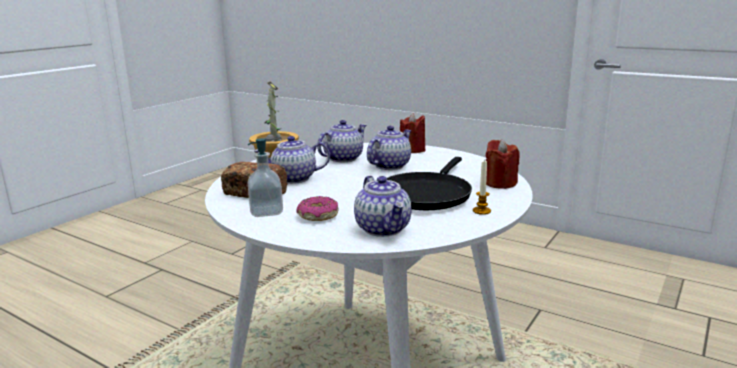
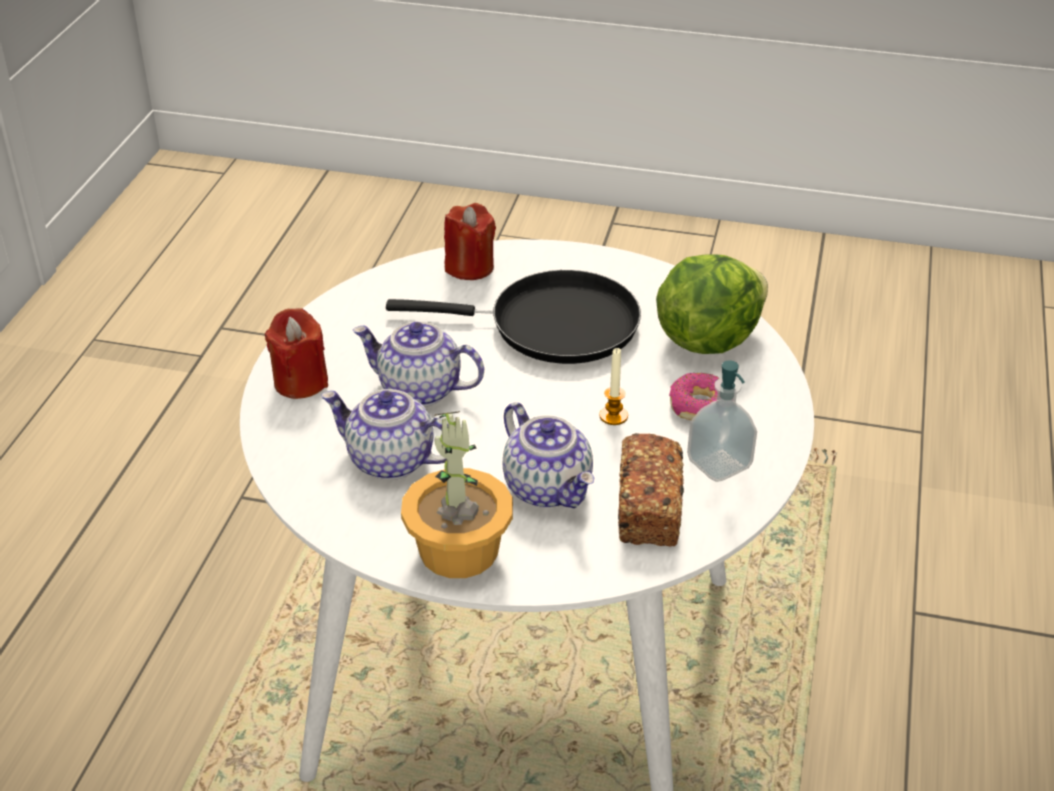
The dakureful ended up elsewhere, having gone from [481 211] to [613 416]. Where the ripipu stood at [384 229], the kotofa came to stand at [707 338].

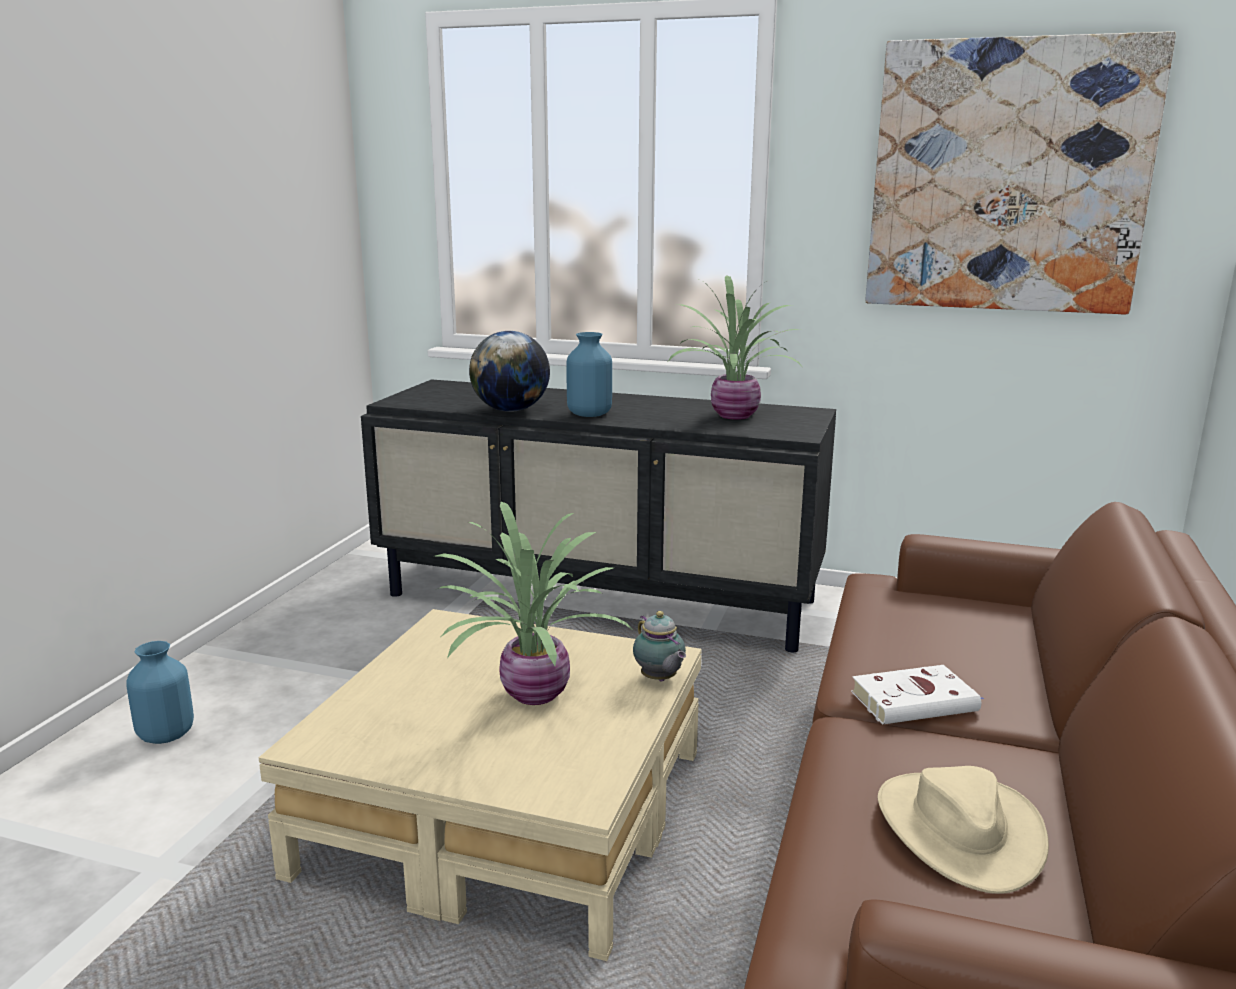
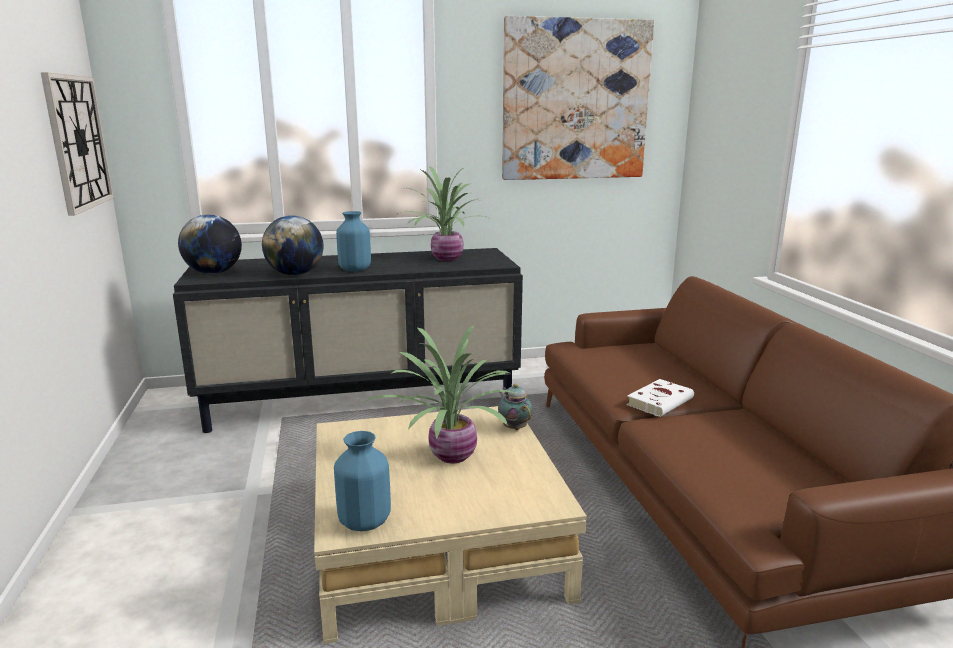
The ripipu at [659 680] ended up facing another way, 150 degrees counterclockwise from before. The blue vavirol ended up elsewhere, having gone from [167 734] to [364 521]. The second view lost the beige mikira at [958 829]. The second view gained the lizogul at [78 142]. The second view gained the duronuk at [214 273].

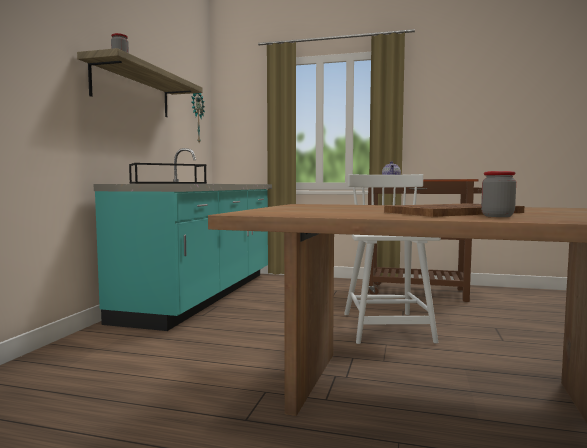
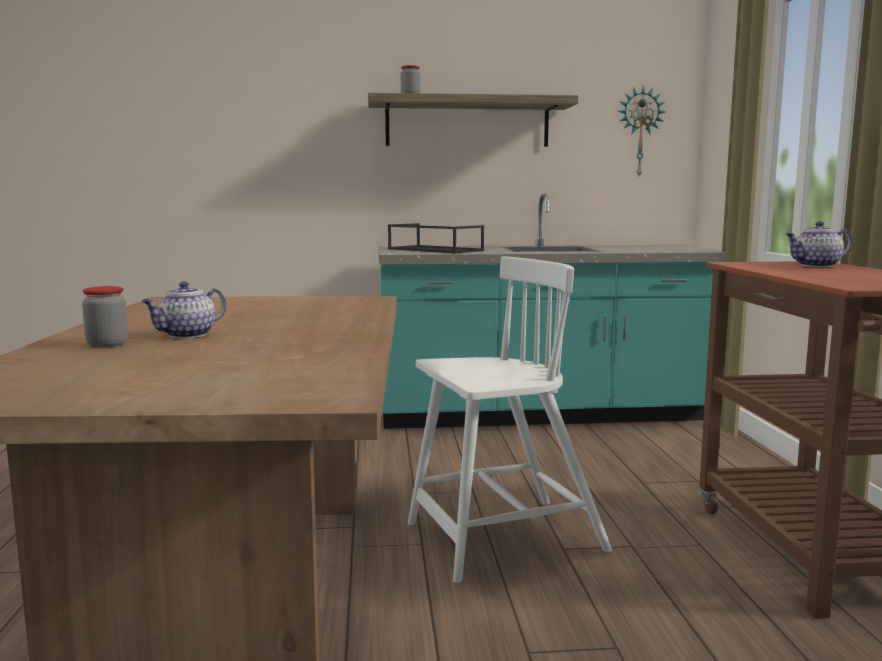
Where the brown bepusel stood at [454 212], the ripipu came to stand at [186 335].

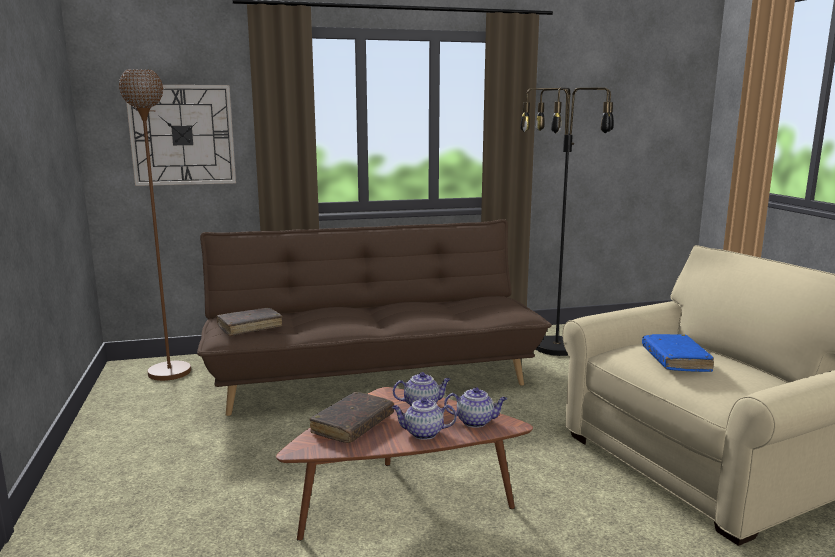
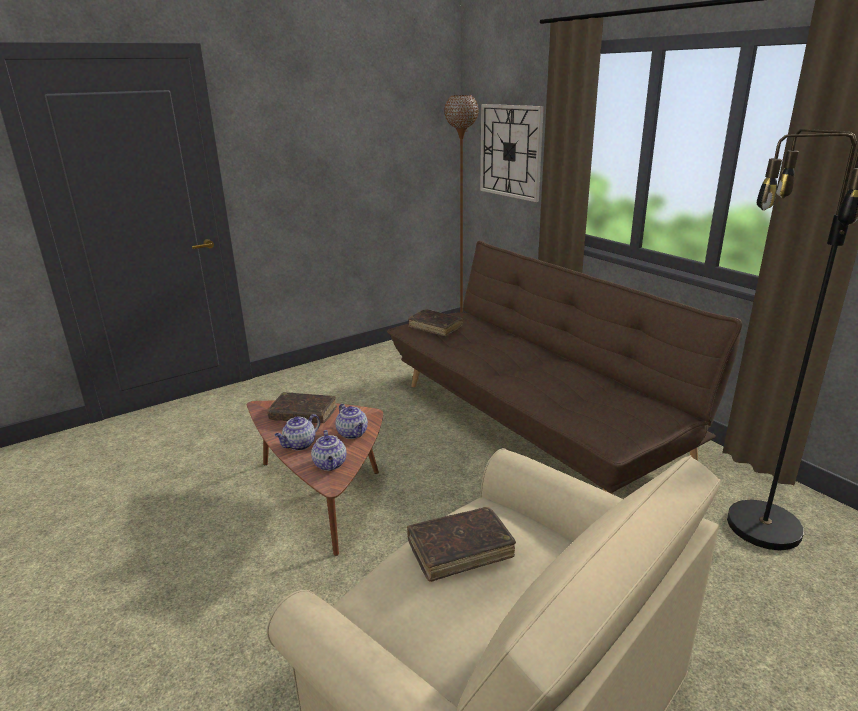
What was the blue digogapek at [675 360] turned into the brown digogapek at [460 550]. The ripipu at [423 433] ended up facing another way, 120 degrees counterclockwise from before.

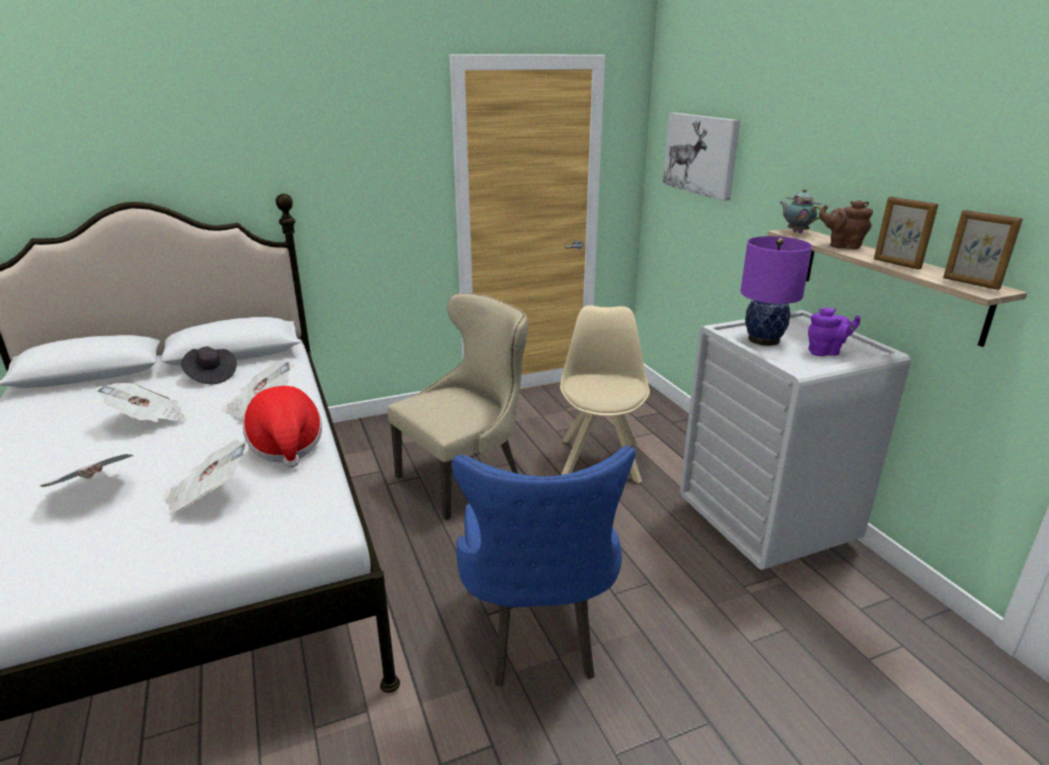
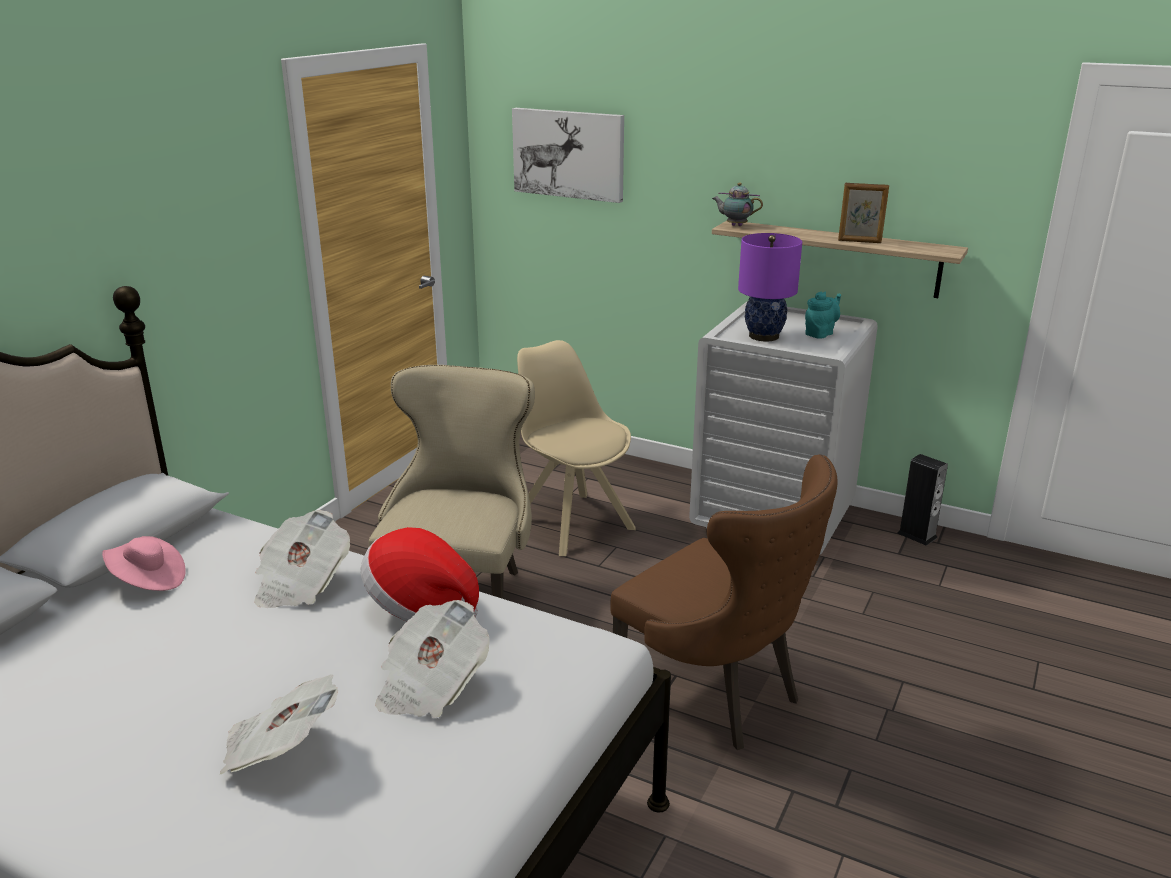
The second view lost the brown ripipu at [842 246]. The second view lost the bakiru at [970 283]. What was the purple ripipu at [826 352] turned into the turquoise ripipu at [820 333]. What was the black mikira at [211 376] turned into the pink mikira at [148 580]. The second view lost the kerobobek at [149 420]. What was the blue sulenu at [537 633] turned into the brown sulenu at [716 693]. The second view gained the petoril at [917 535].

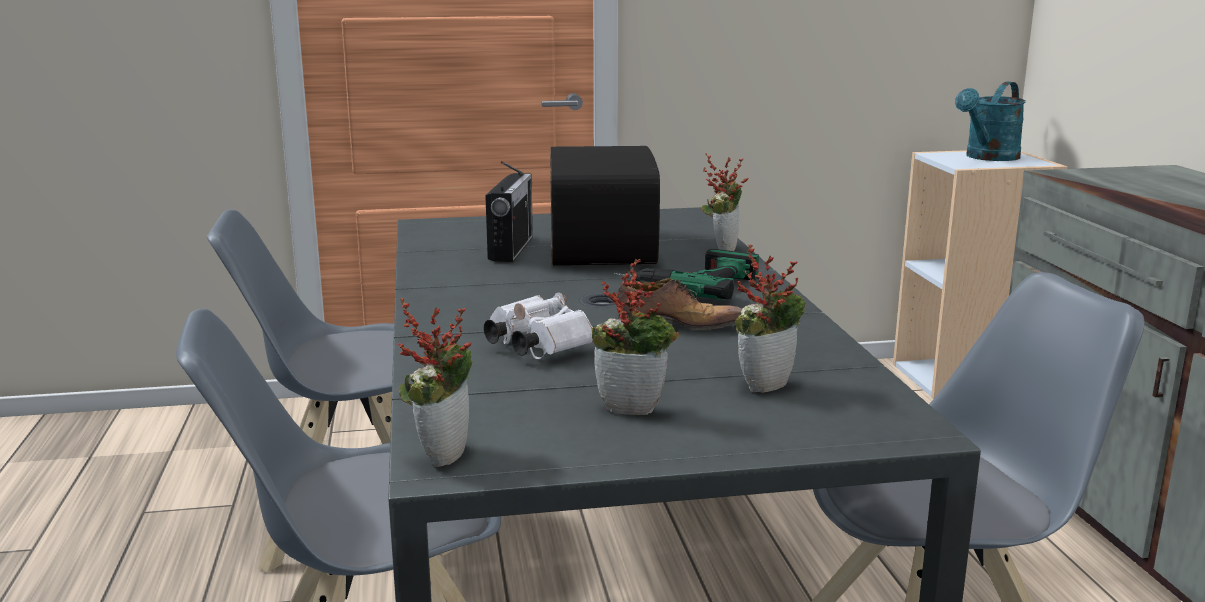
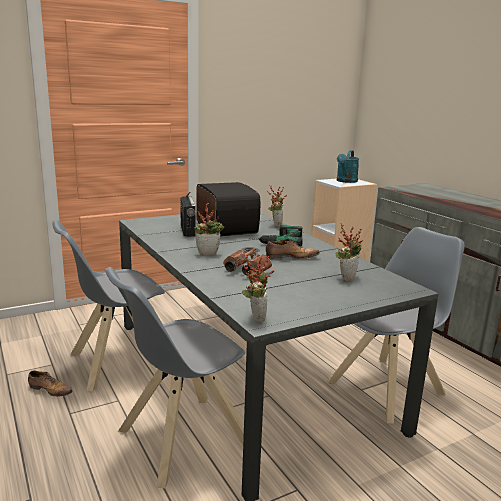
The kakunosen ended up elsewhere, having gone from [634 407] to [208 253]. What was the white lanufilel at [535 346] turned into the brown lanufilel at [244 271]. The second view gained the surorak at [50 390].

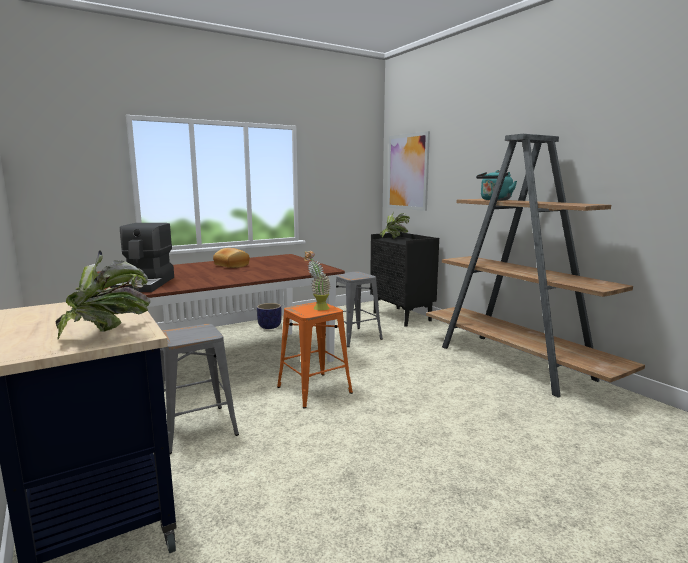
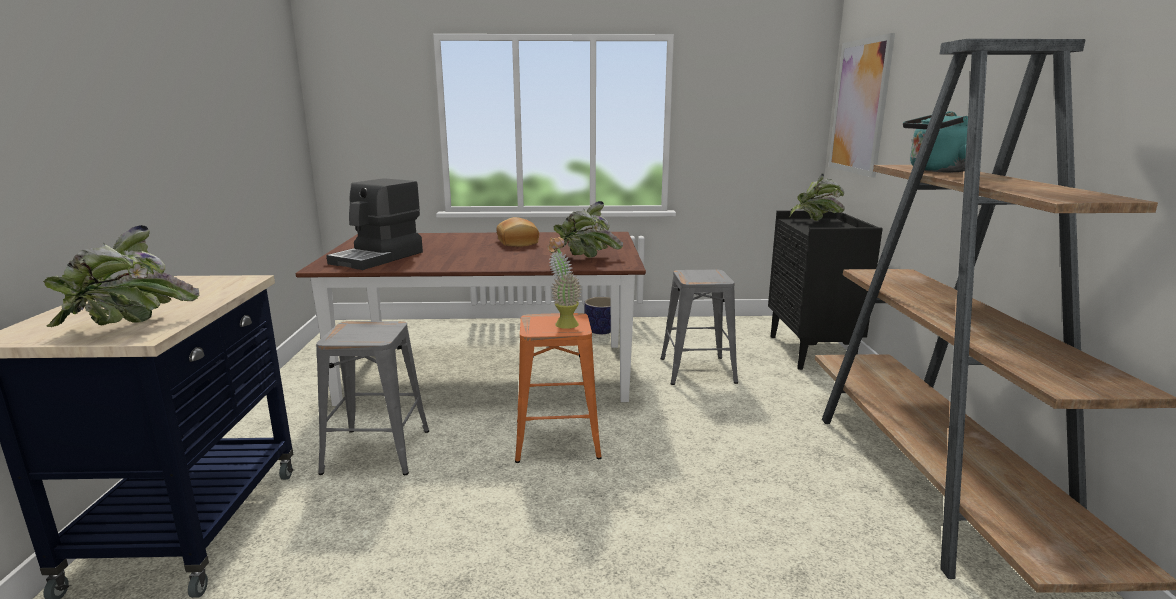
The second view gained the kakunosen at [584 258].

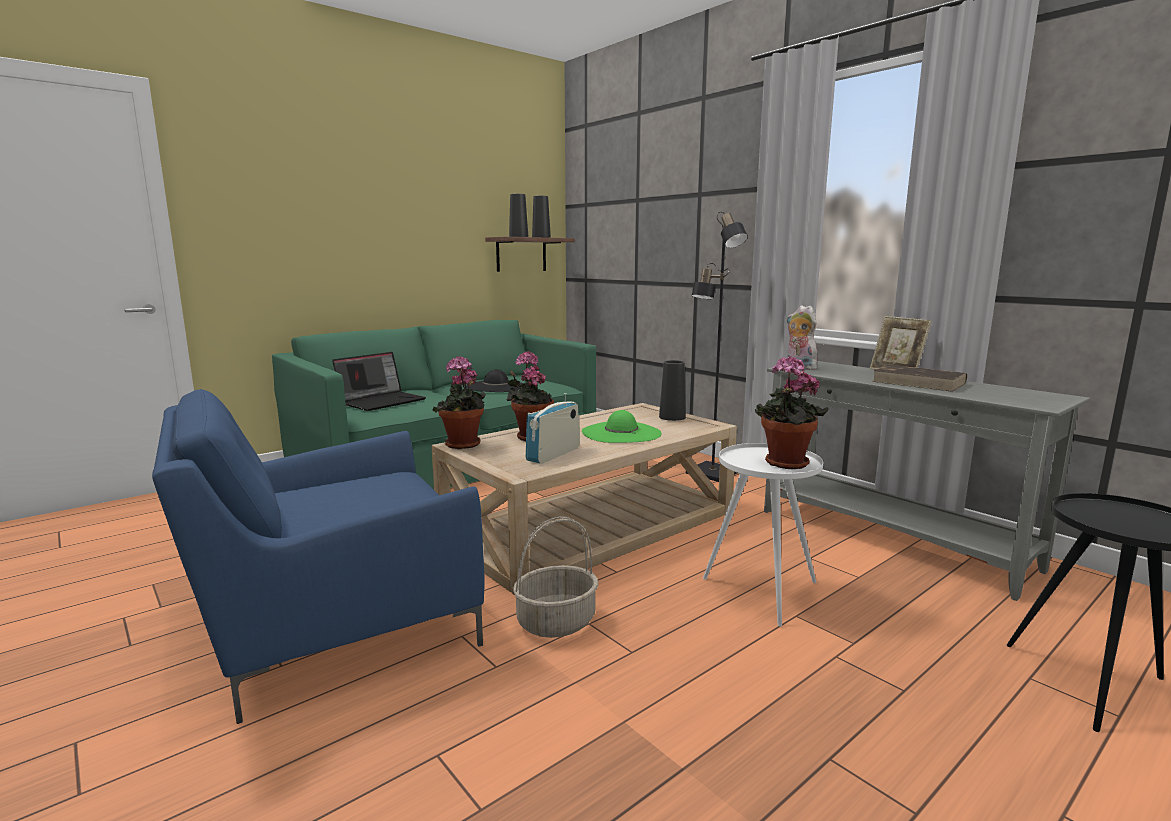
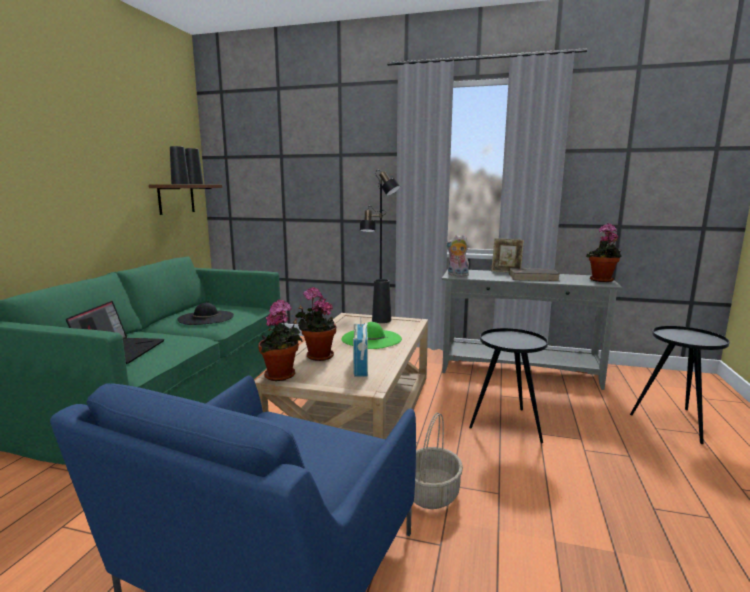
The kakunosen ended up elsewhere, having gone from [784 464] to [602 280]. What was the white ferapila at [761 592] turned into the black ferapila at [507 425].

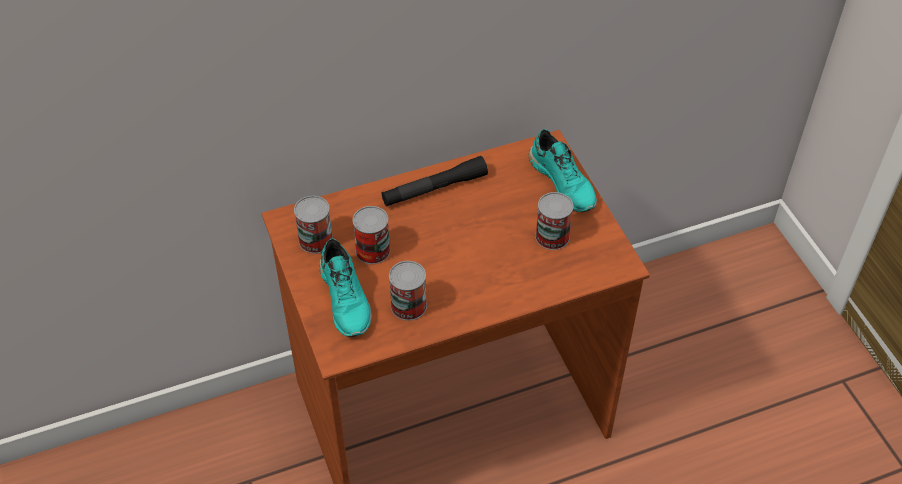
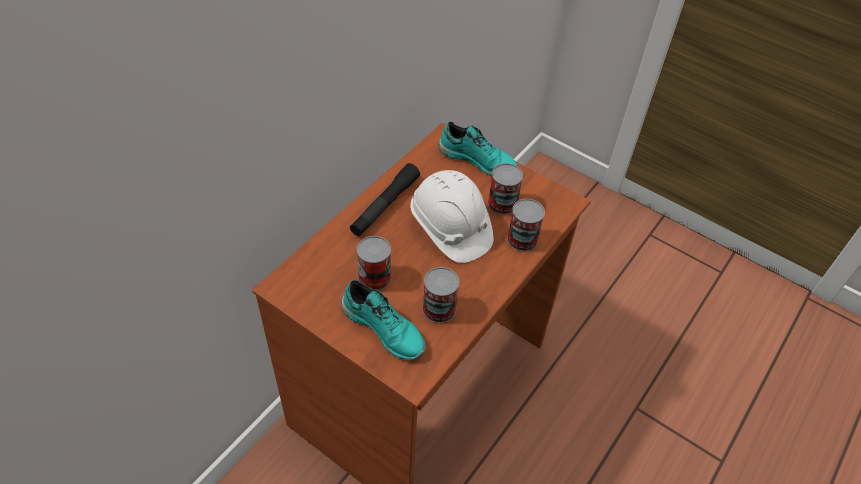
The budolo ended up elsewhere, having gone from [316 240] to [522 239]. The second view gained the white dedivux at [450 228].

